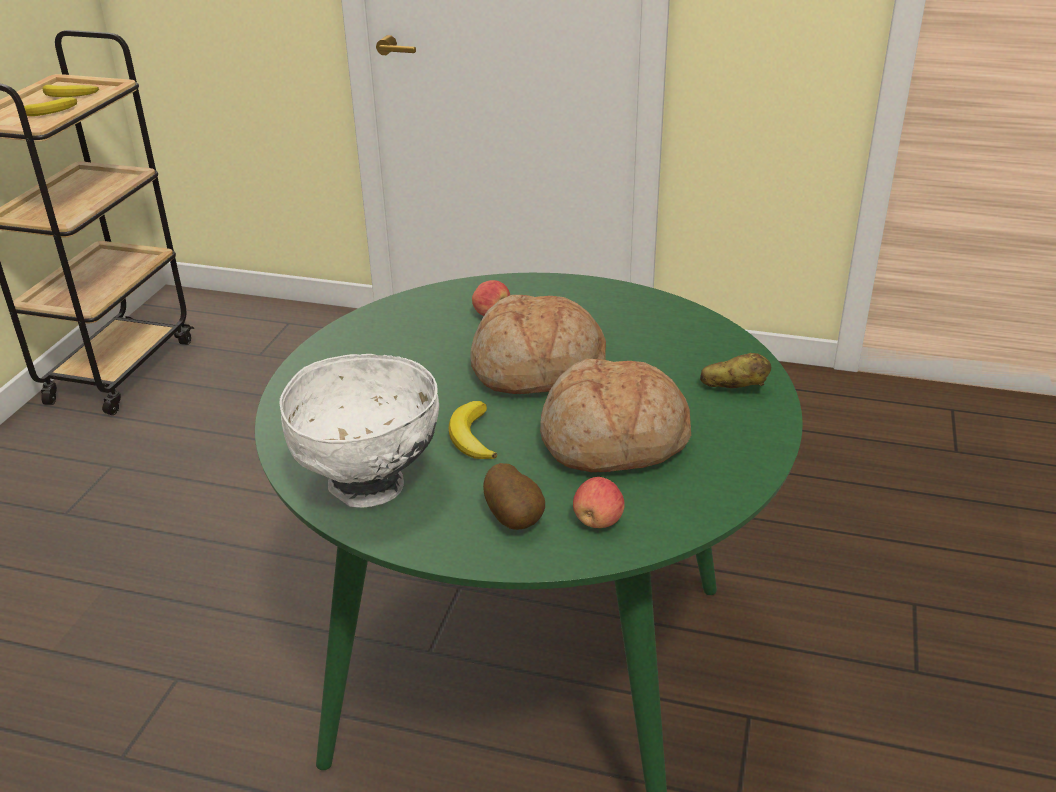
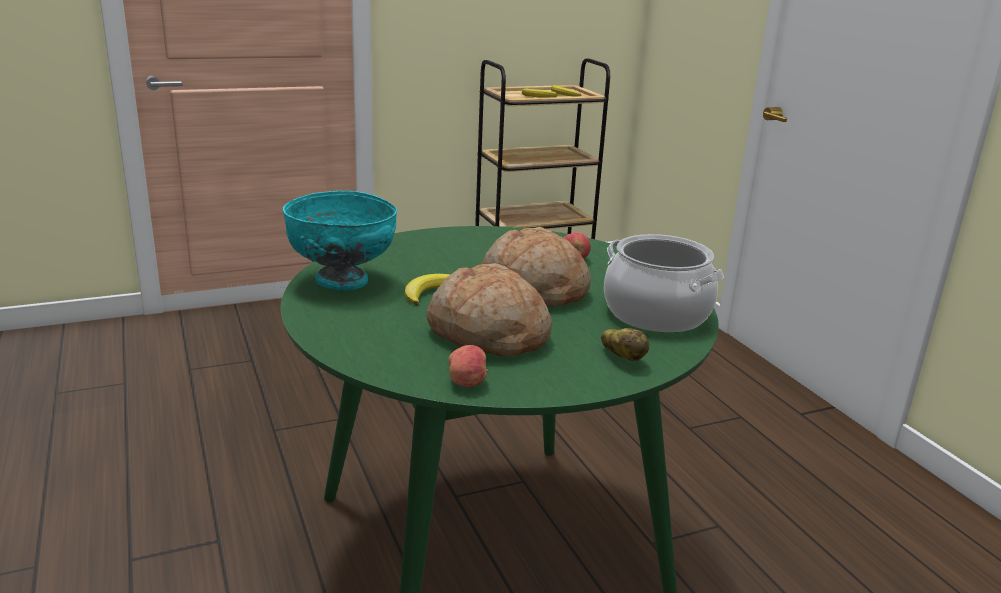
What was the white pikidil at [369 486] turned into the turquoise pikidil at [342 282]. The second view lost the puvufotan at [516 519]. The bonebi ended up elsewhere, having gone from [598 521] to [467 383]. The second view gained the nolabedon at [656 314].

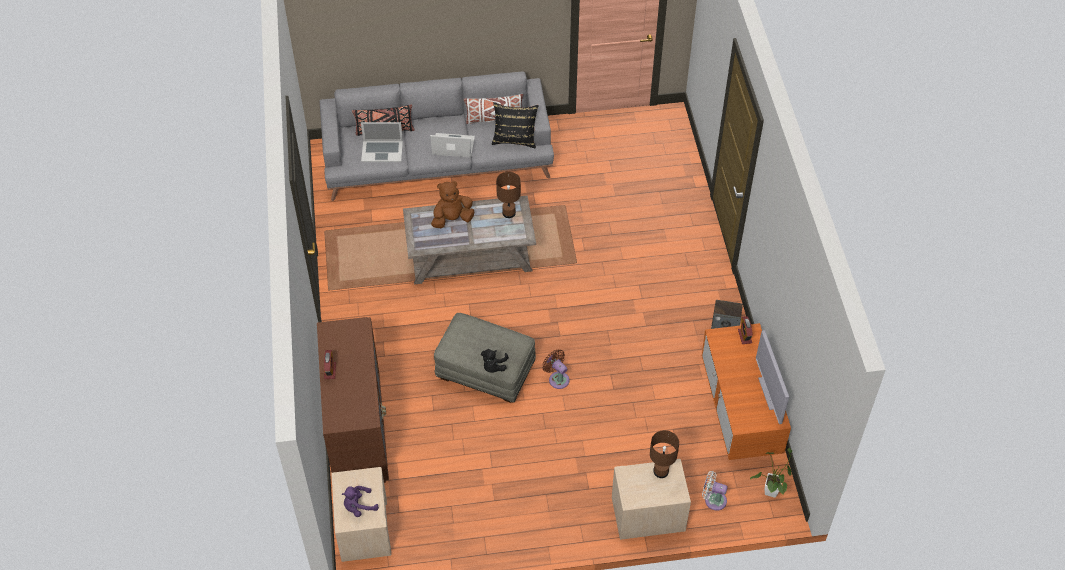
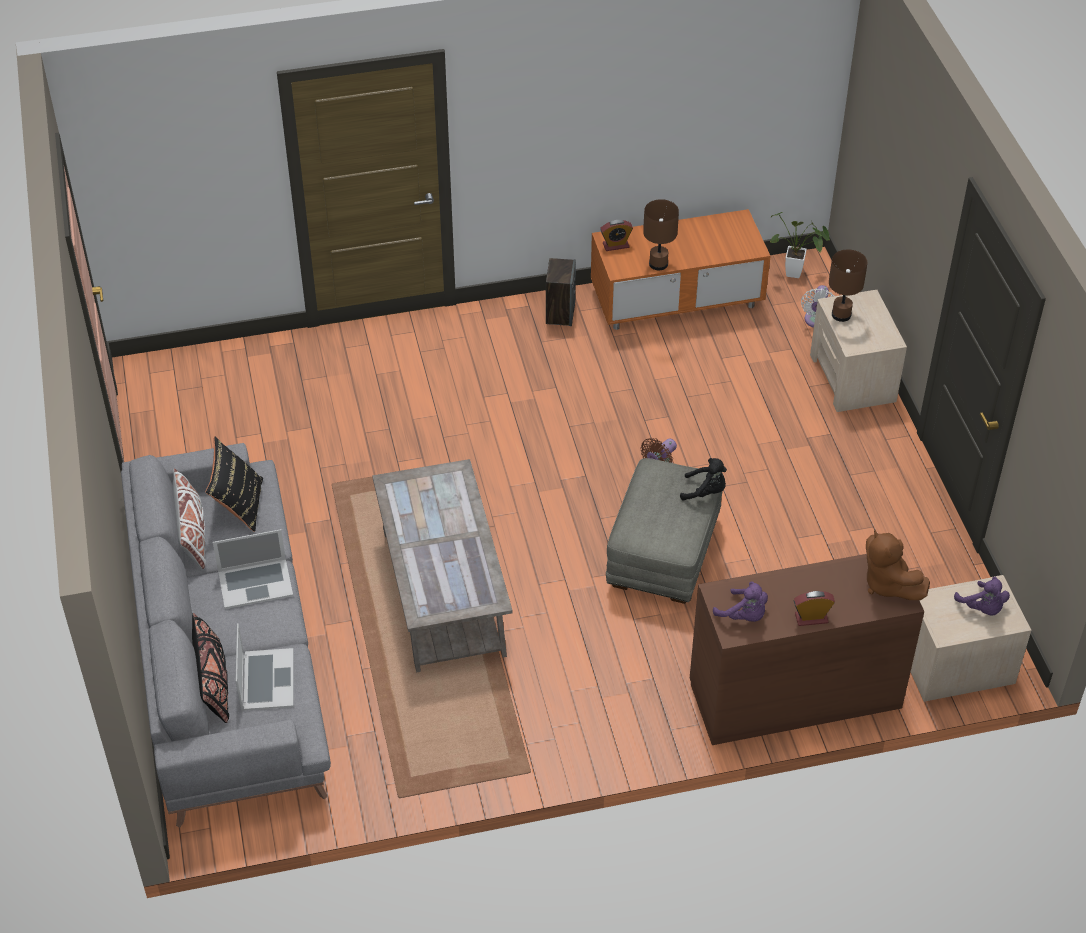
The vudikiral at [453 146] ended up facing another way, 105 degrees counterclockwise from before. The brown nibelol ended up elsewhere, having gone from [508 213] to [658 264]. The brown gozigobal ended up elsewhere, having gone from [452 219] to [887 584]. The second view lost the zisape at [770 392]. The second view gained the purple gozigobal at [744 616].

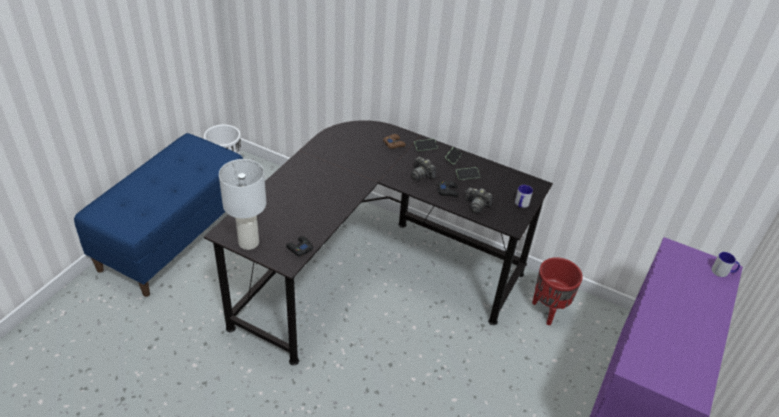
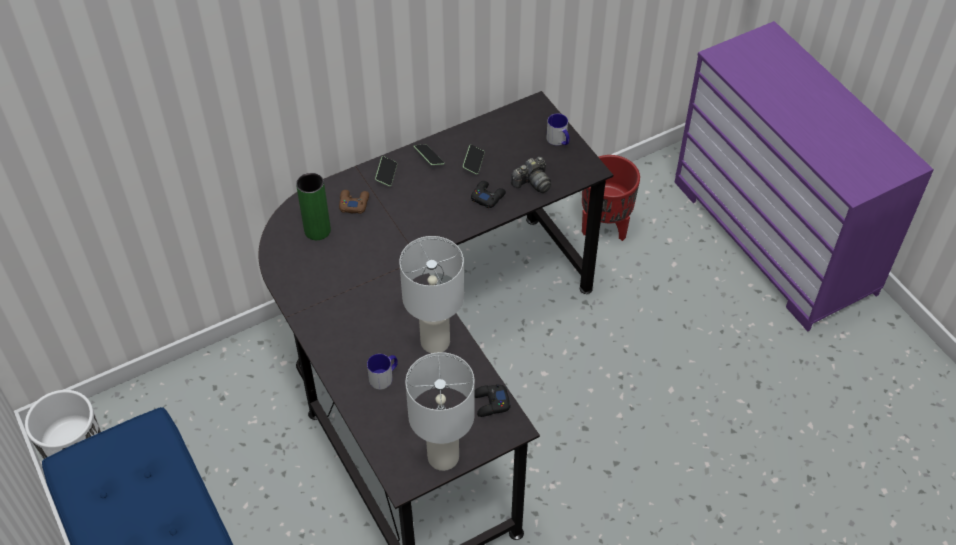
The second view lost the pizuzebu at [421 175]. The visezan ended up elsewhere, having gone from [723 272] to [384 376]. The second view gained the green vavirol at [317 230]. The second view gained the white nibelol at [435 341].

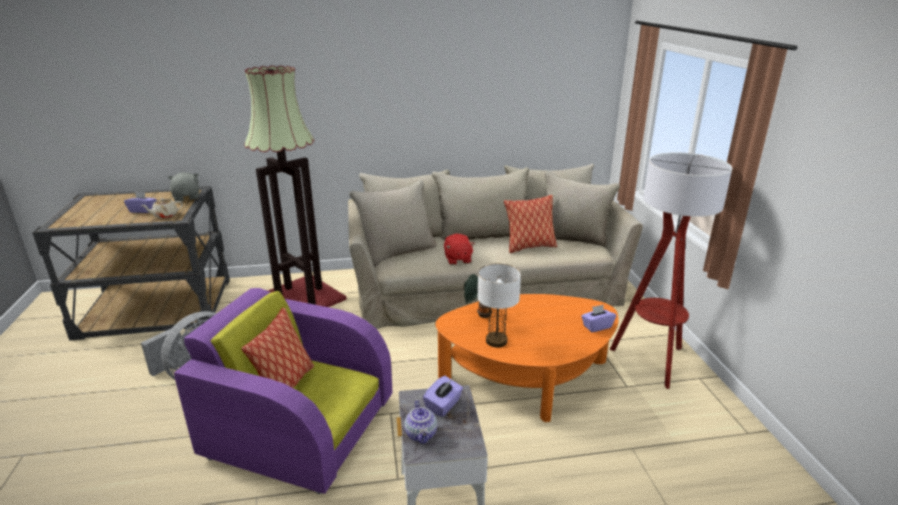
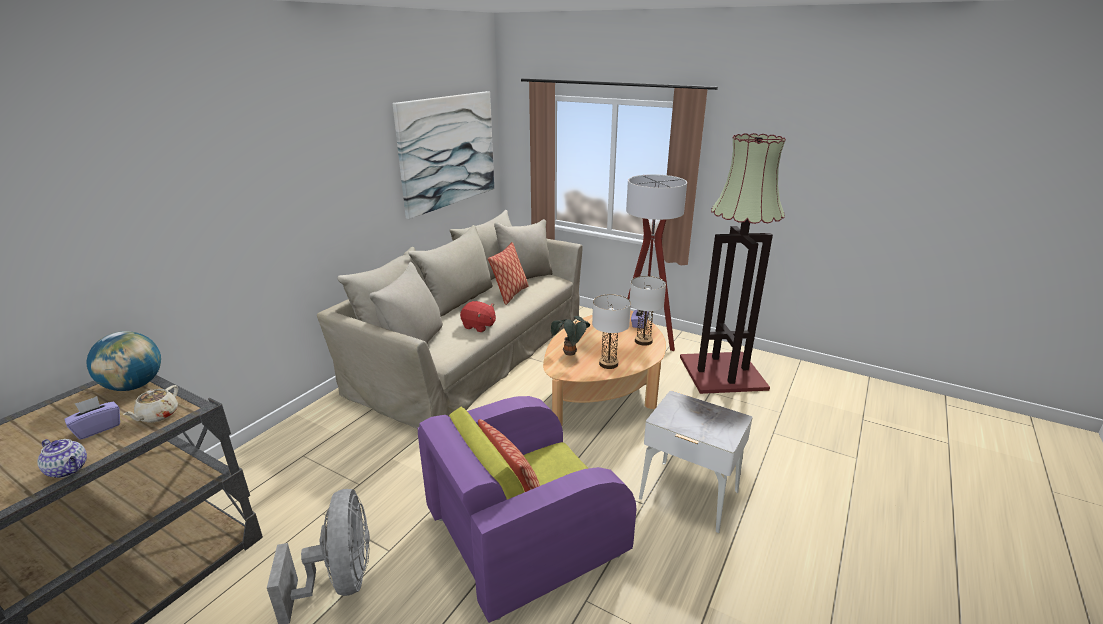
The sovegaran ended up elsewhere, having gone from [300 298] to [720 372]. Where the grey gozigobal stood at [187 197], the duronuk came to stand at [134 386]. What was the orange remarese at [527 378] turned into the beige remarese at [604 391]. The second view lost the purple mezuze at [443 405]. The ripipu ended up elsewhere, having gone from [421 435] to [69 469]. The second view gained the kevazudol at [448 151]. The second view gained the nibelol at [643 341].

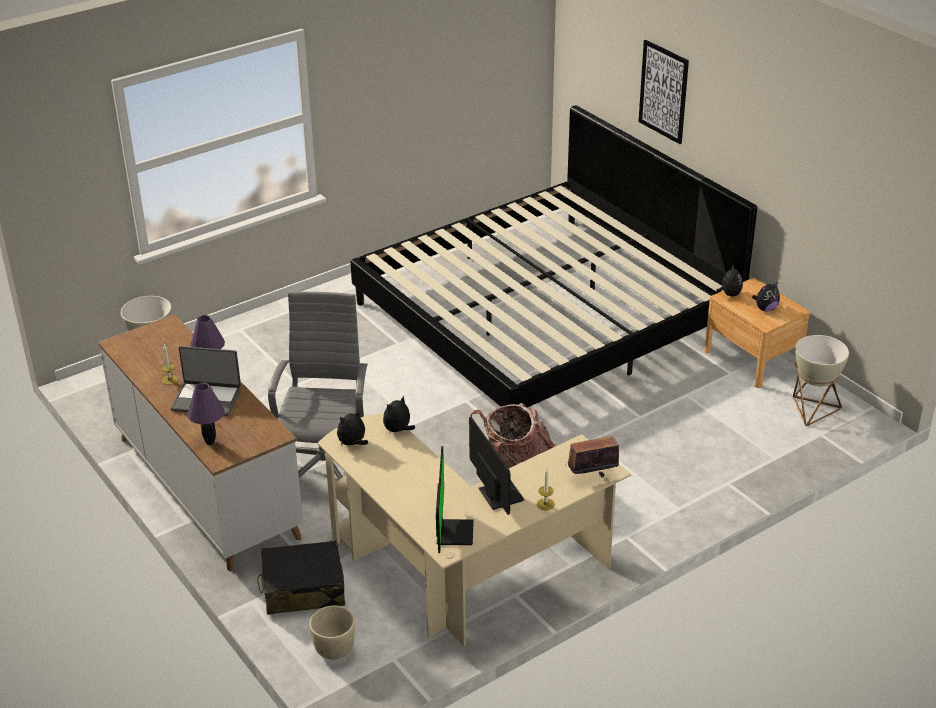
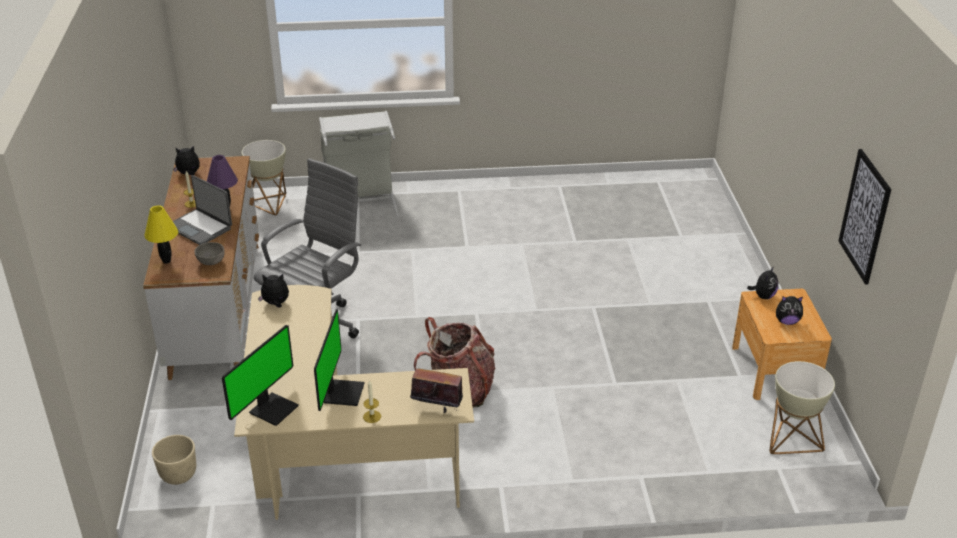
The kevazudol ended up elsewhere, having gone from [663 91] to [865 216]. The second view lost the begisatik at [545 315]. What was the purple nibelol at [209 442] turned into the yellow nibelol at [166 261]. The gozigobal ended up elsewhere, having gone from [398 430] to [189 174]. The second view lost the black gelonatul at [303 589]. The second view gained the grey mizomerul at [361 202]. The second view gained the grey pikidil at [211 262].

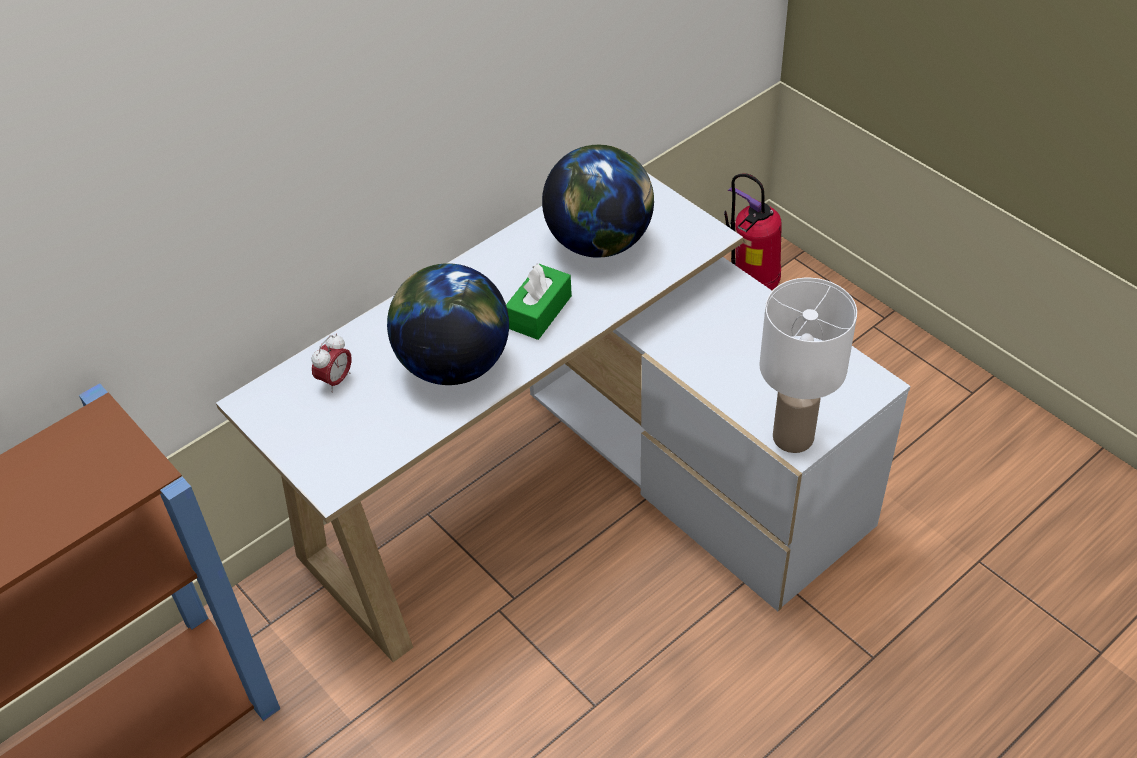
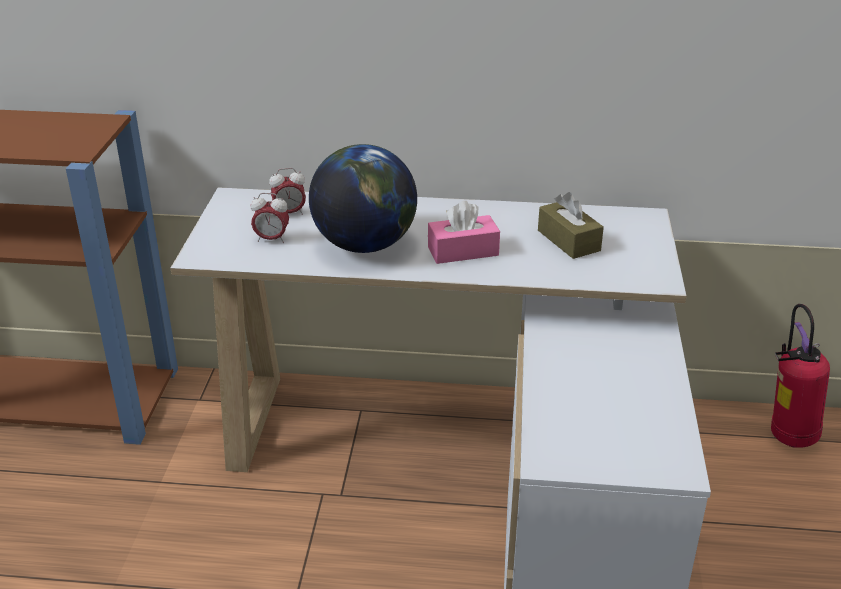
Where the duronuk stood at [599 242], the brown mezuze came to stand at [568 240]. What was the green mezuze at [539 312] turned into the pink mezuze at [463 251]. The second view lost the white nibelol at [794 437]. The second view gained the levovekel at [271 239].

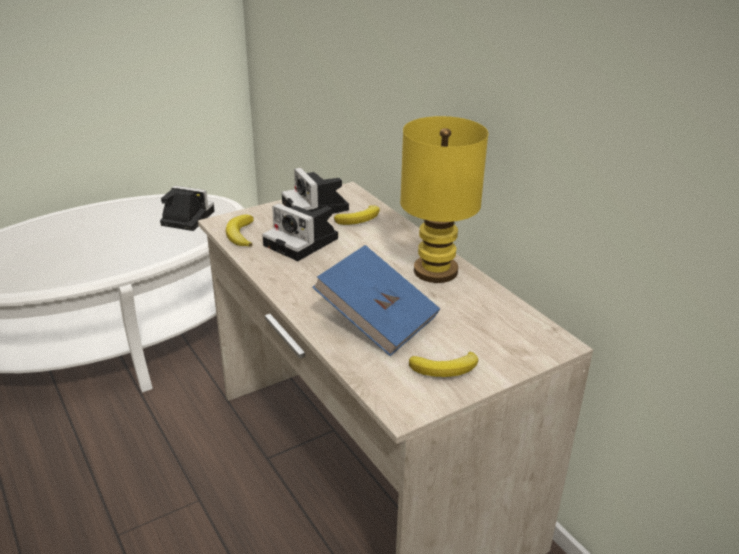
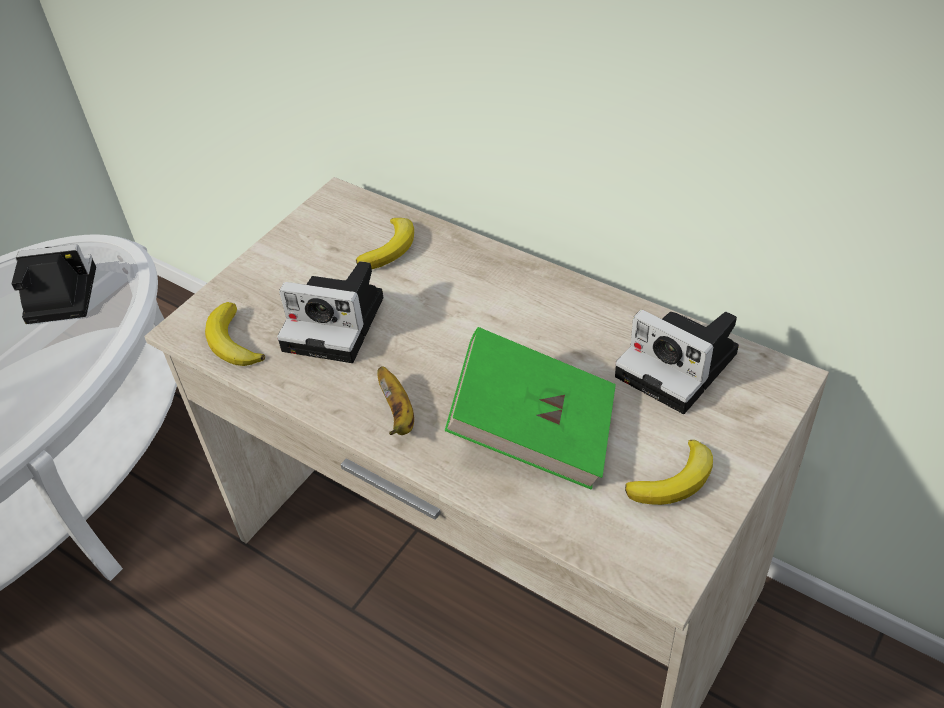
The second view lost the yellow nibelol at [436 271]. The pizuzebu ended up elsewhere, having gone from [317 207] to [681 366]. What was the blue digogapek at [377 320] turned into the green digogapek at [534 432]. The second view gained the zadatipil at [398 414].

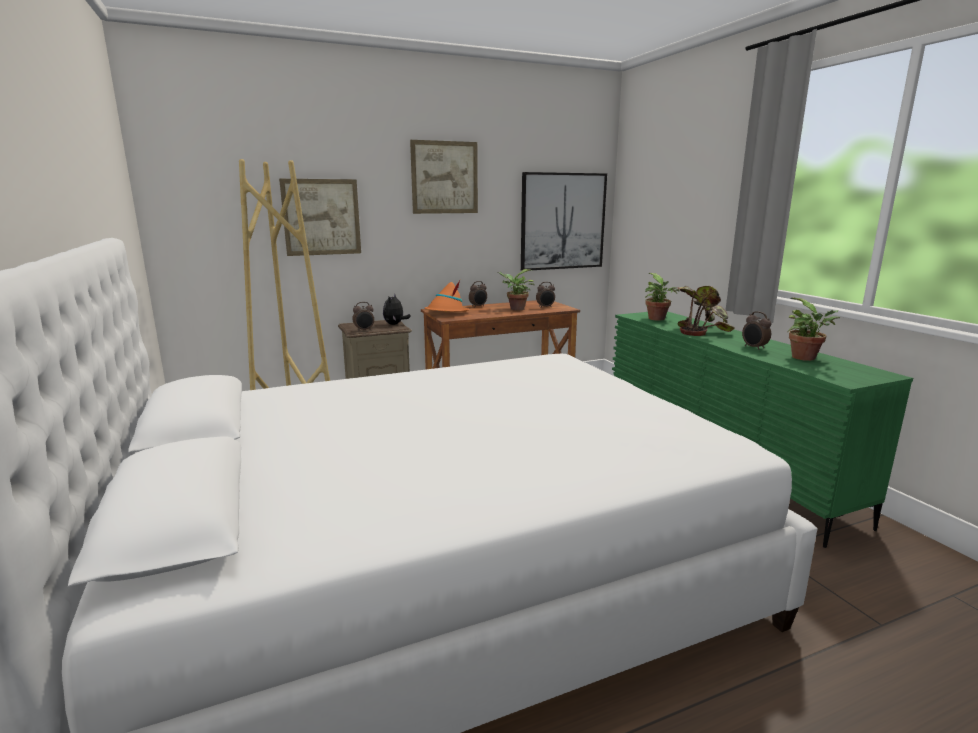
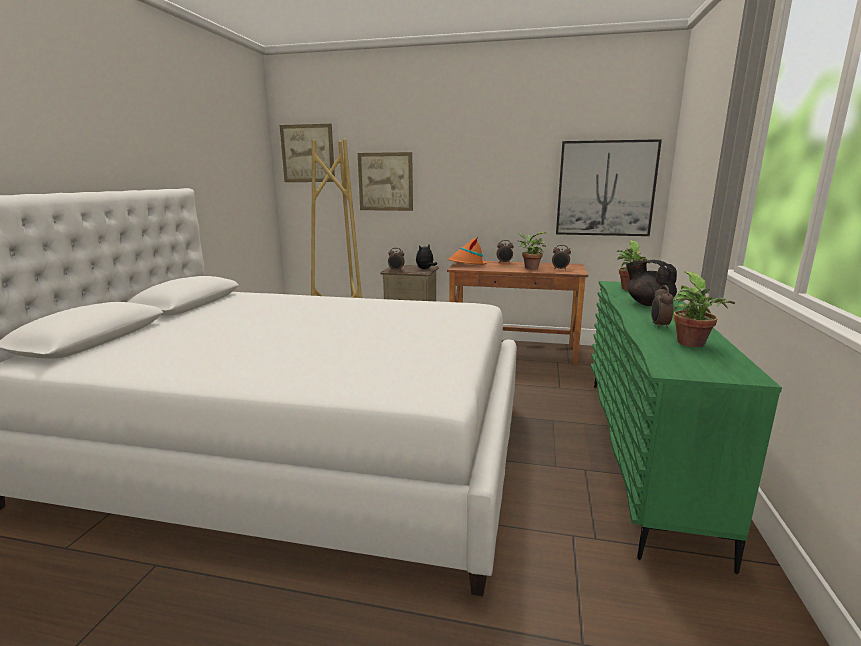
The kevazudol ended up elsewhere, having gone from [444 177] to [307 153]. Where the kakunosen stood at [701 330], the black ripipu came to stand at [648 304].

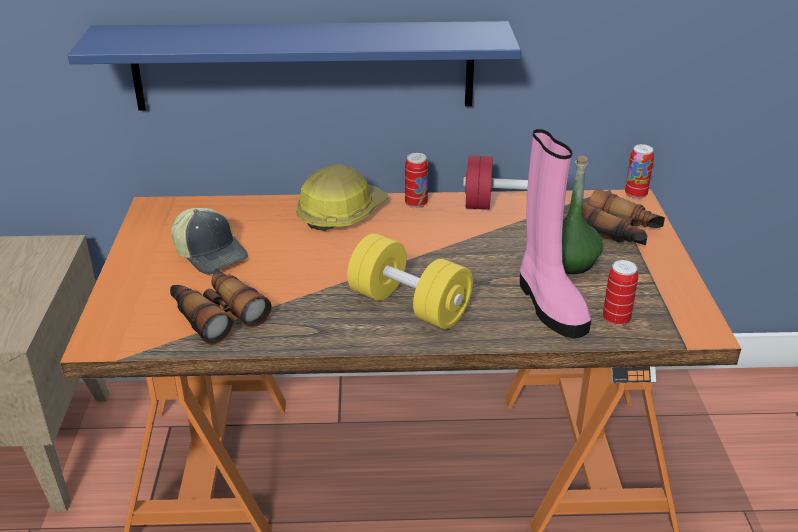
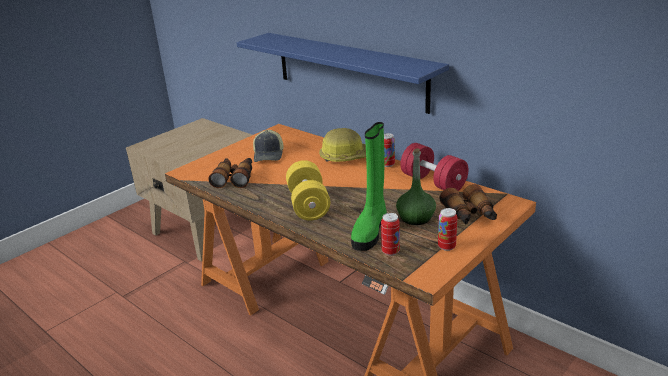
What was the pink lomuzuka at [549 304] turned into the green lomuzuka at [370 231]. The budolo ended up elsewhere, having gone from [635 195] to [446 247].

